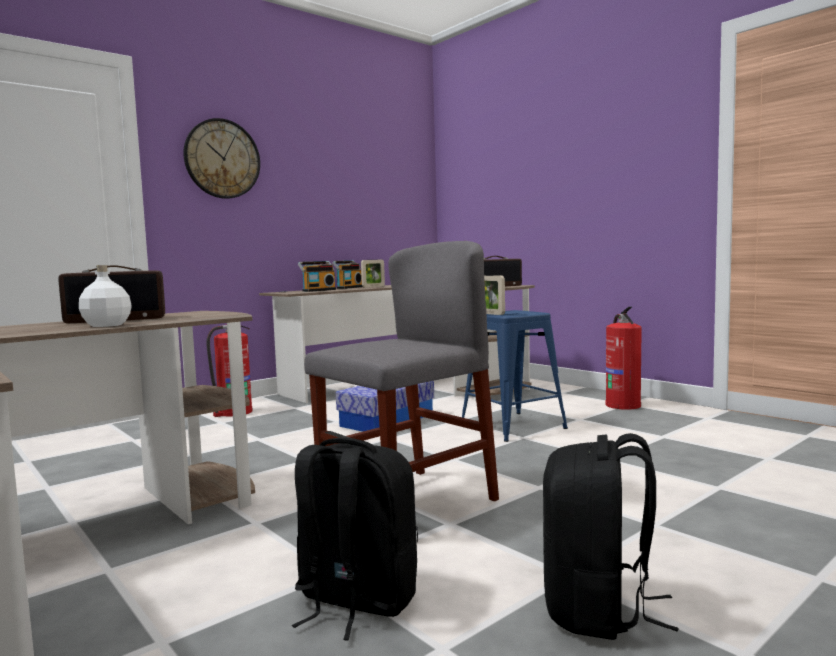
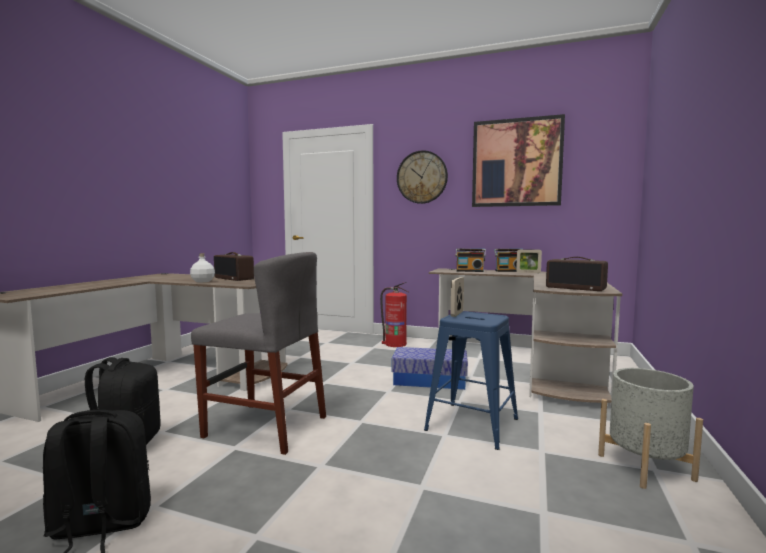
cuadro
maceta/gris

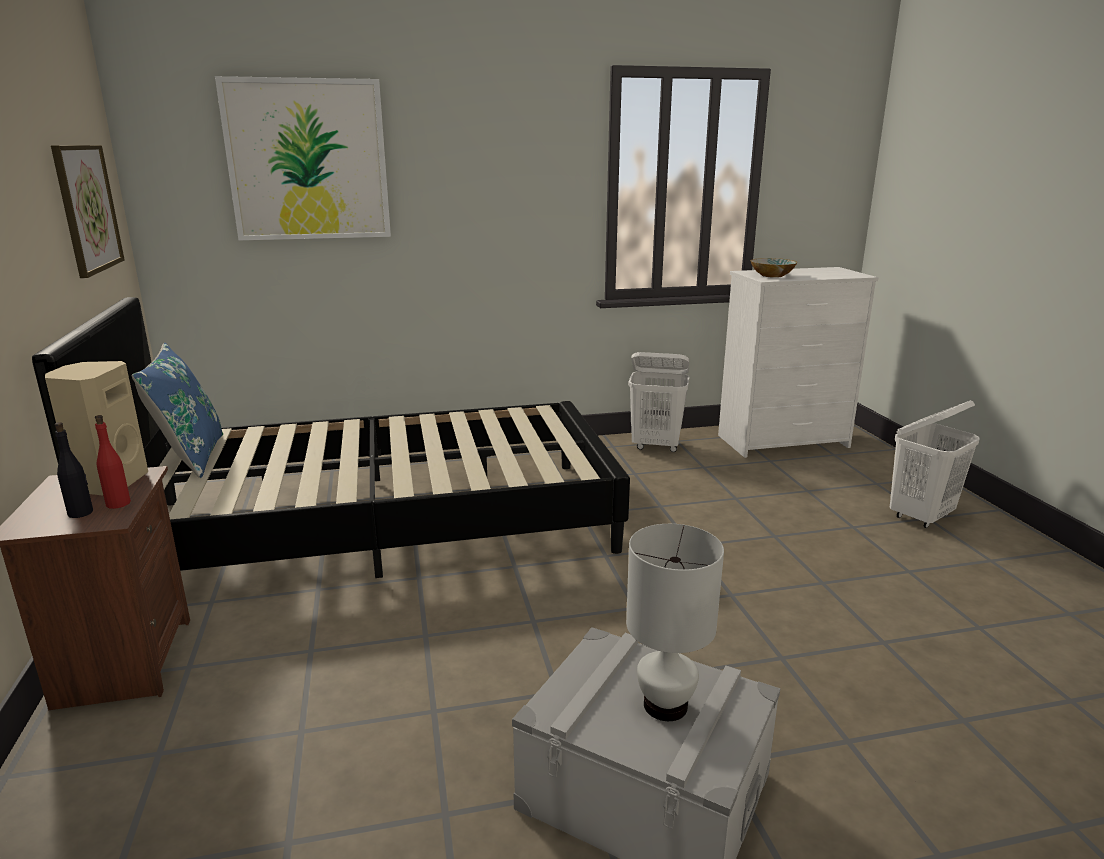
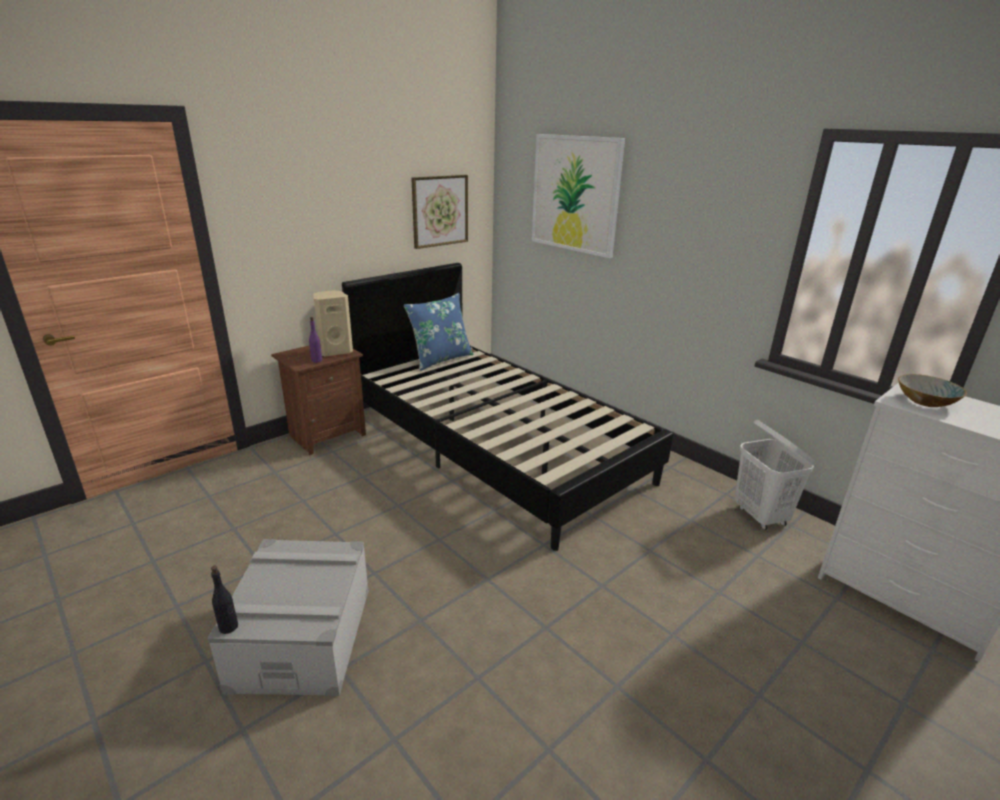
botella/negro
botella/morado
lámpara de mesa/blanco
cesto de la ropa/blanco (no. 2 from left in the first image)

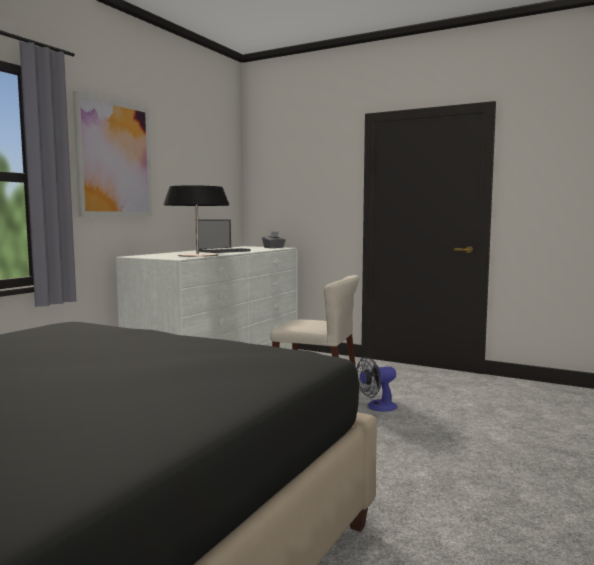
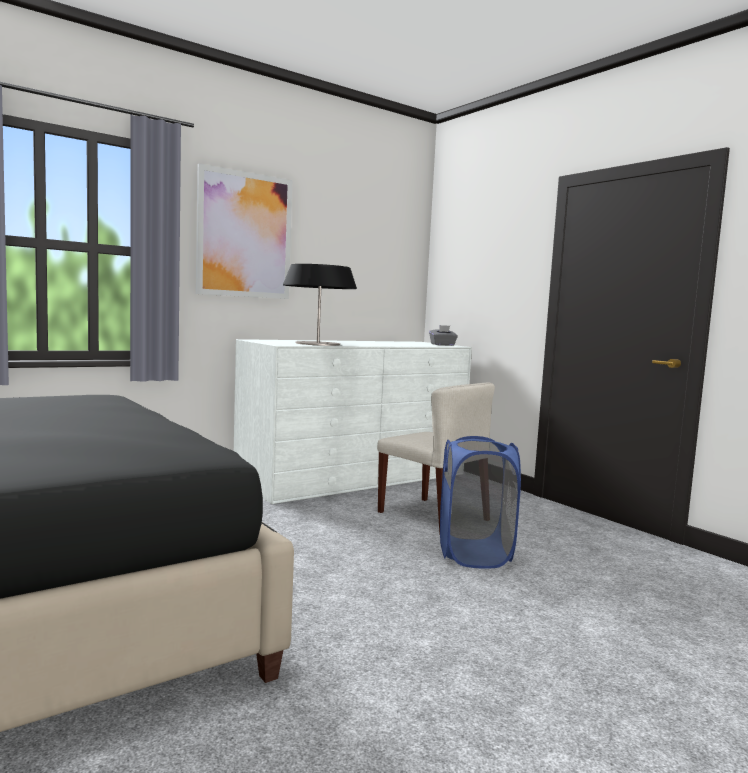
cesto de la ropa/azul
portátil

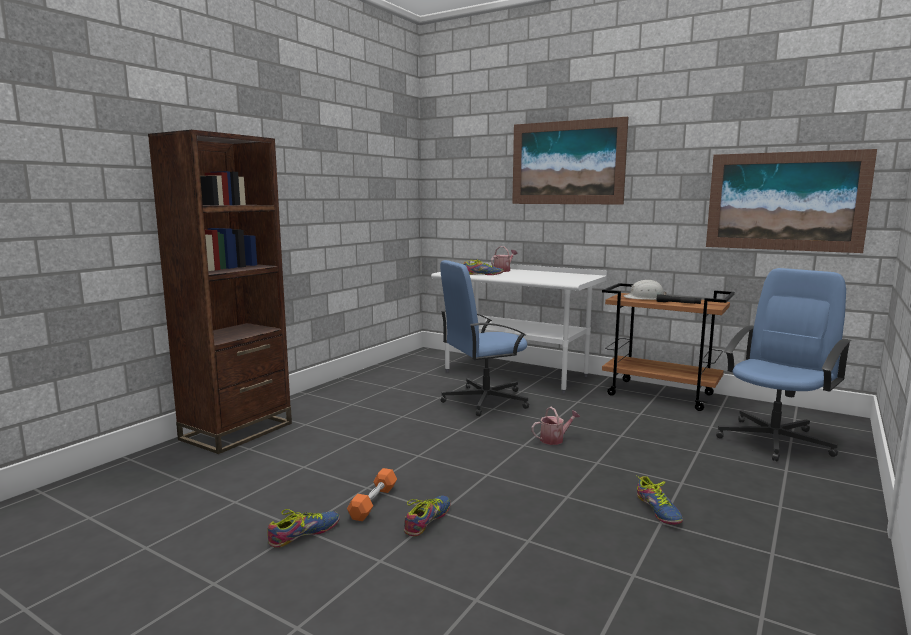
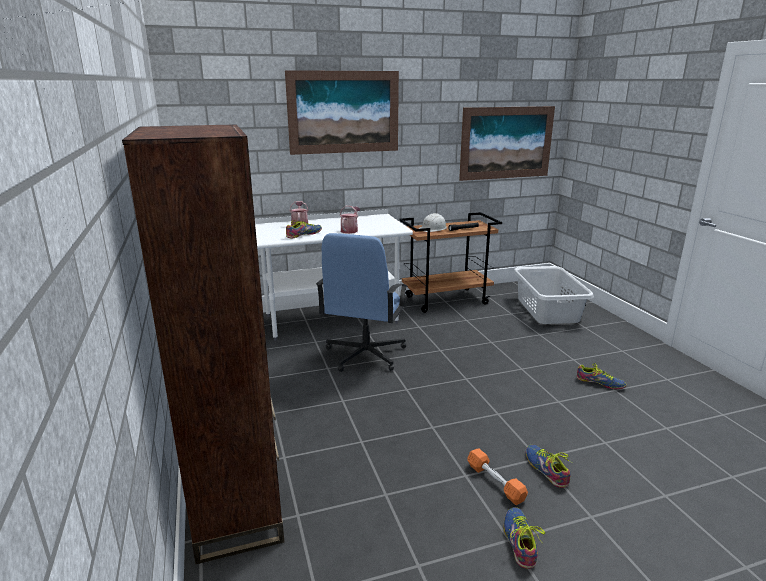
regadera (no. 2 from left)
cesto de la ropa/gris

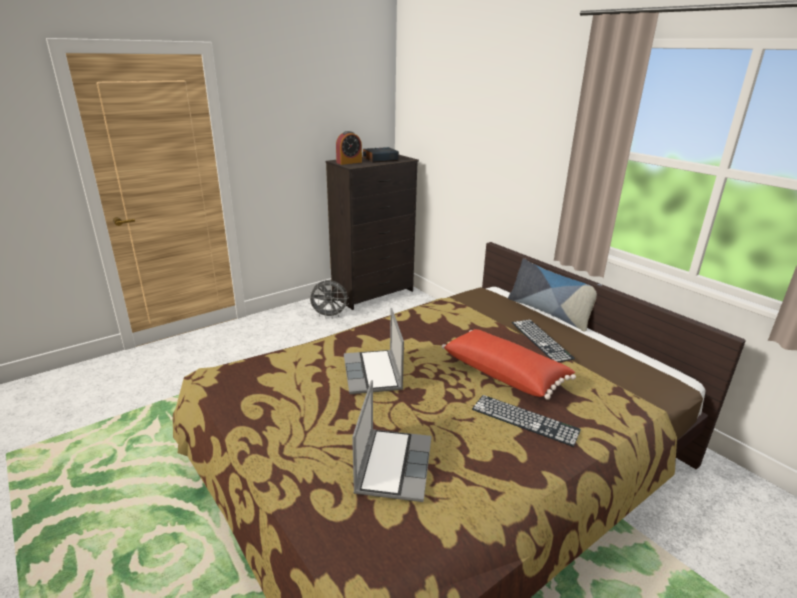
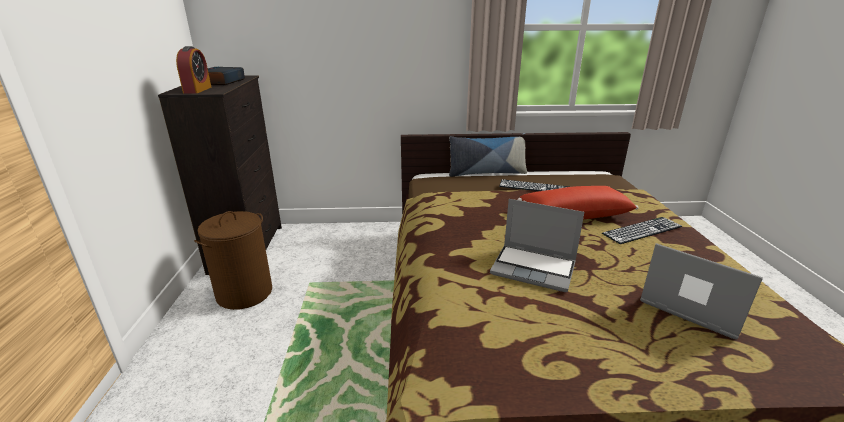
cesto de la ropa/marrón

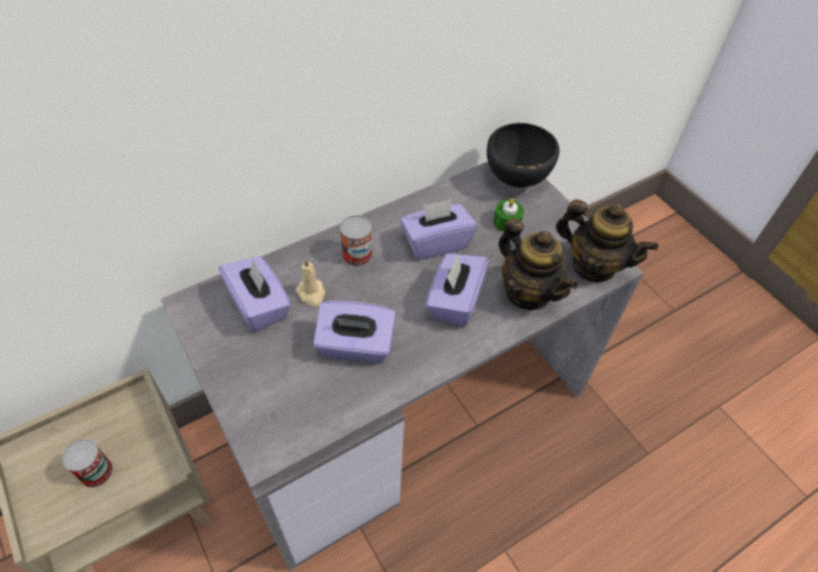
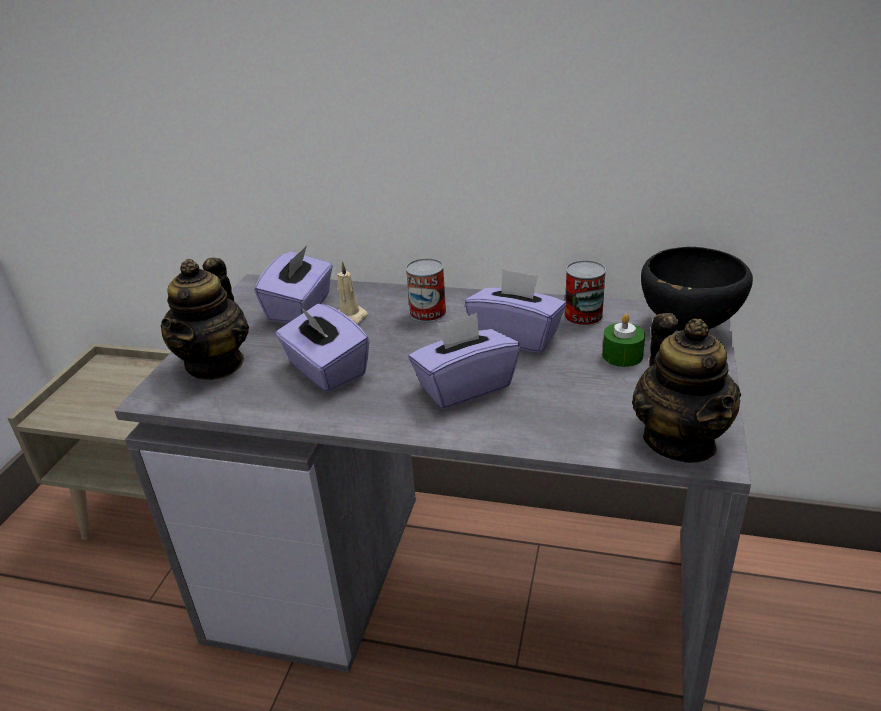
tetera (no. 1 from left)
lata (no. 2 from left)

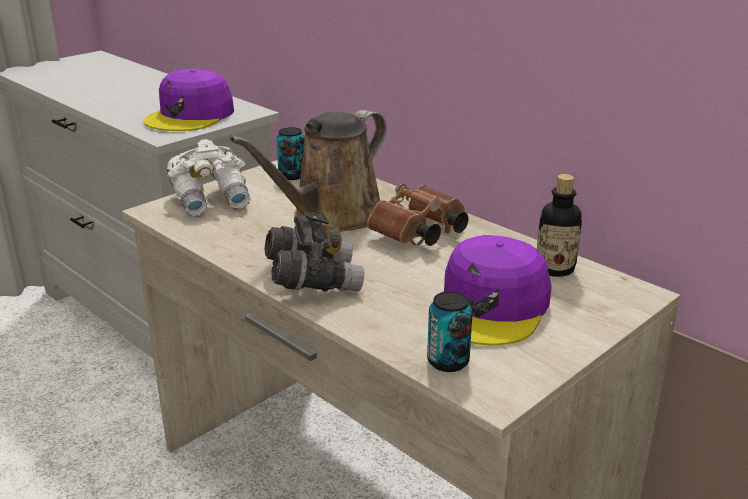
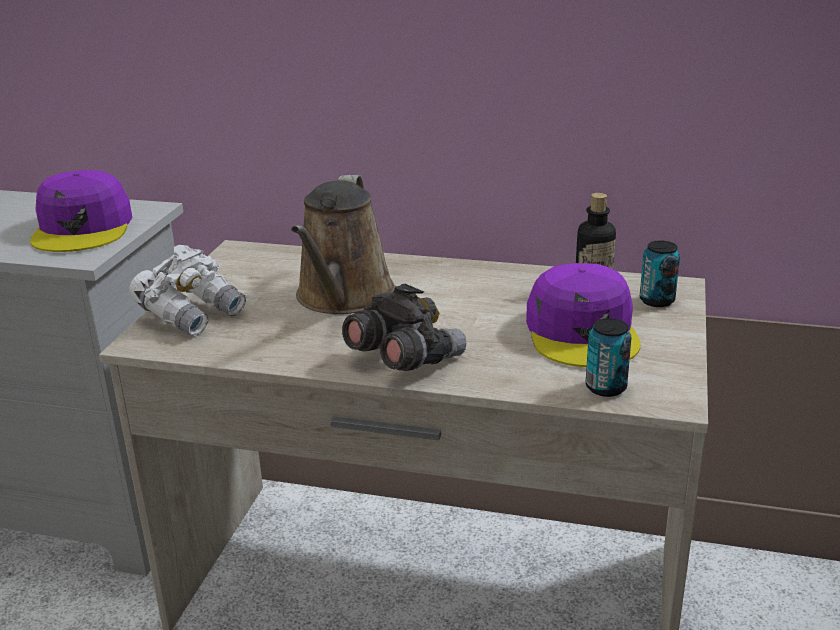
lata (no. 2 from left)
prismáticos/marrón

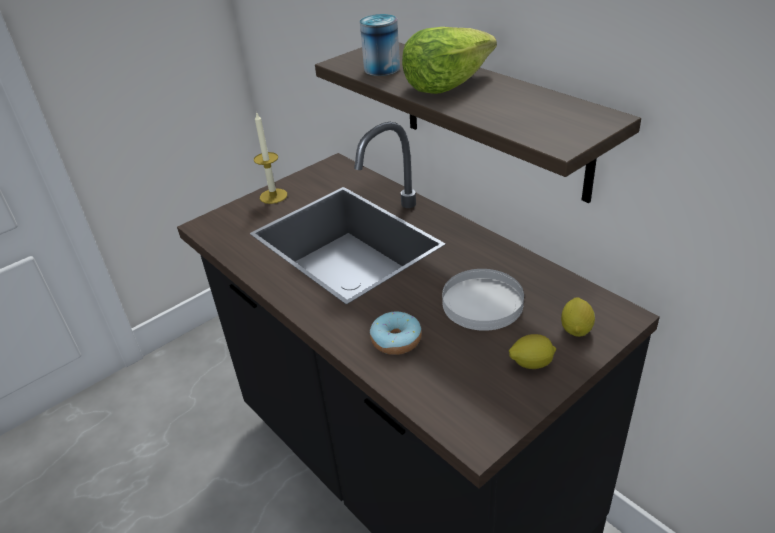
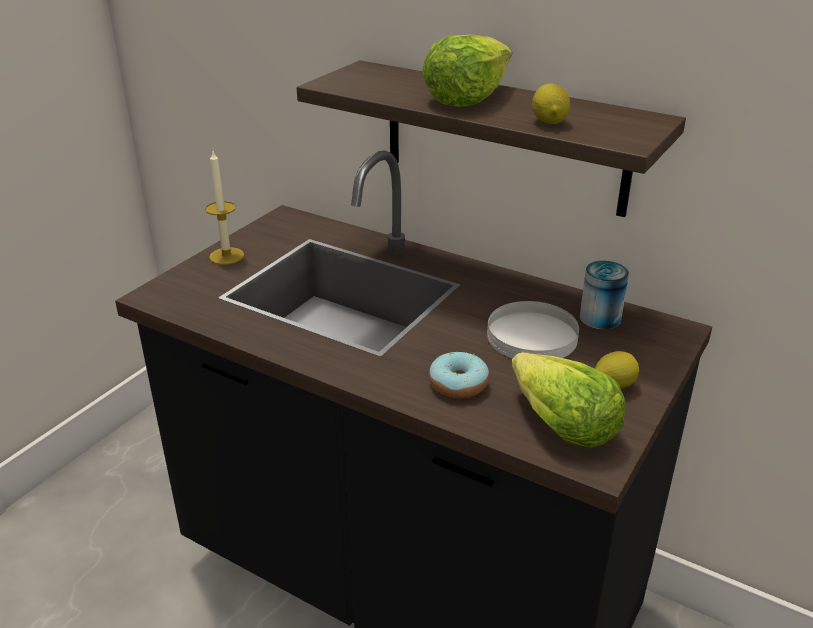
lechuga (no. 2 from left)
limón (no. 1 from left)
lata

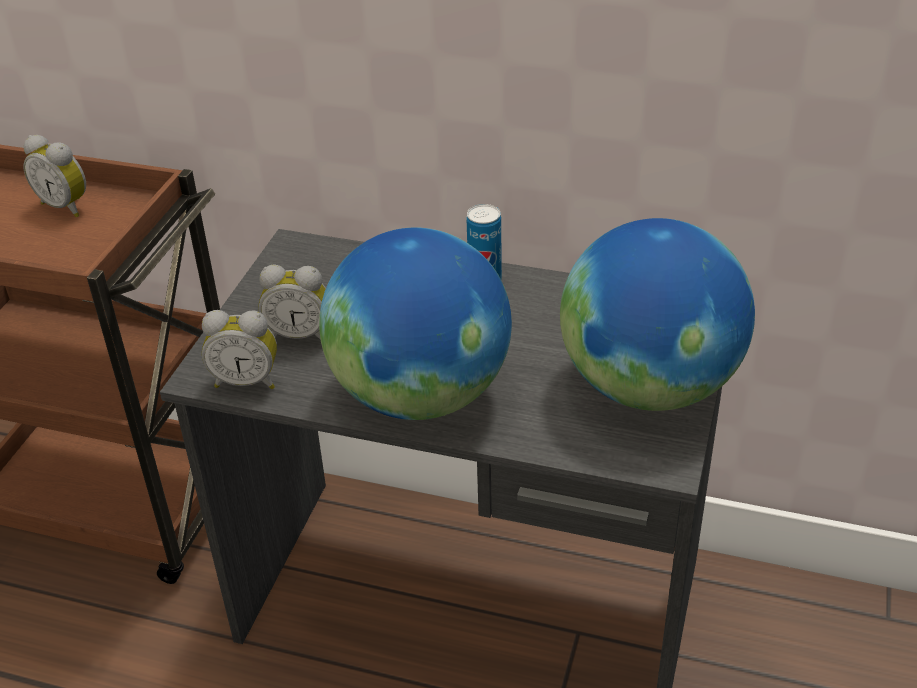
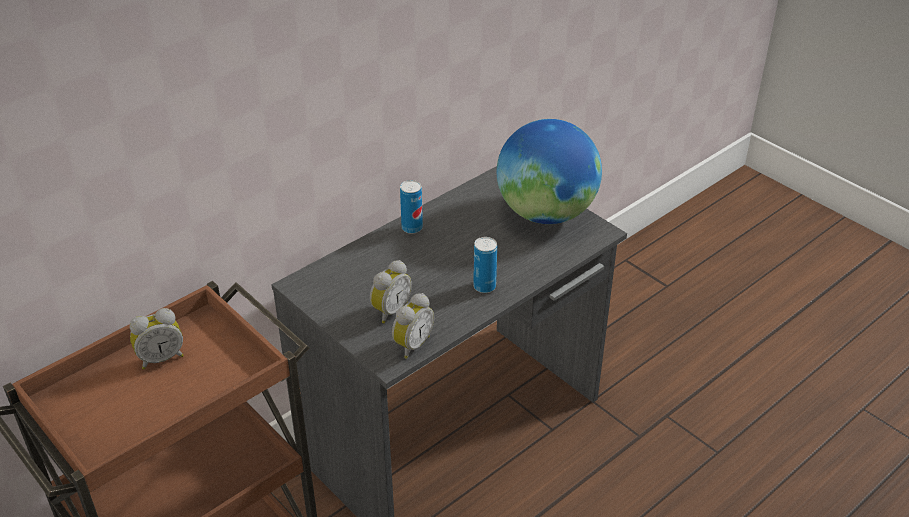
lata (no. 2 from left)

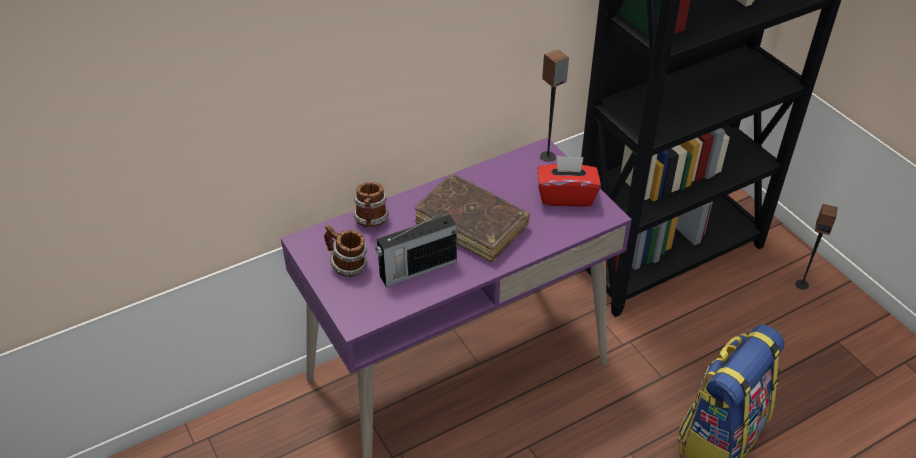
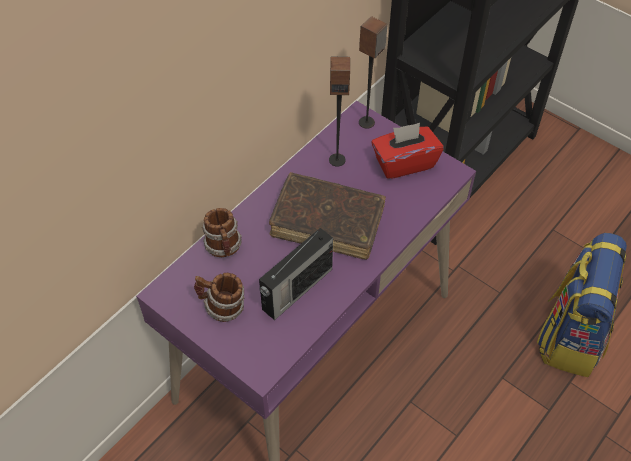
altavoz (no. 1 from left)

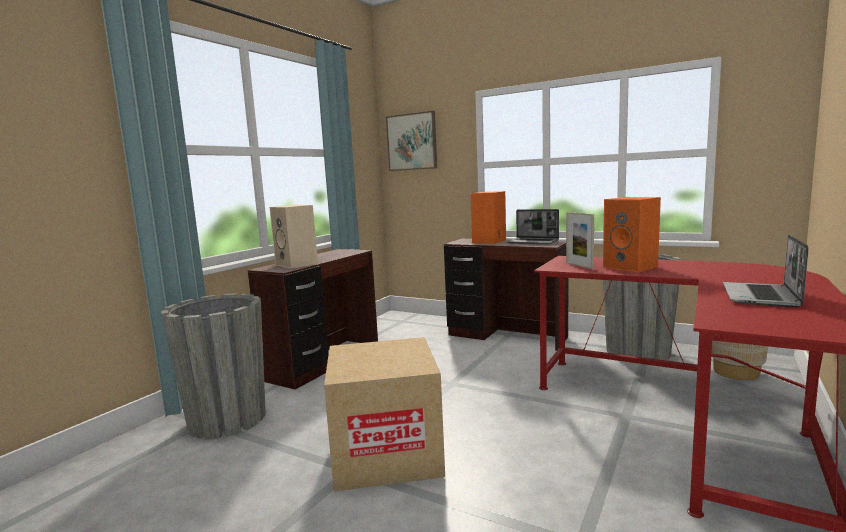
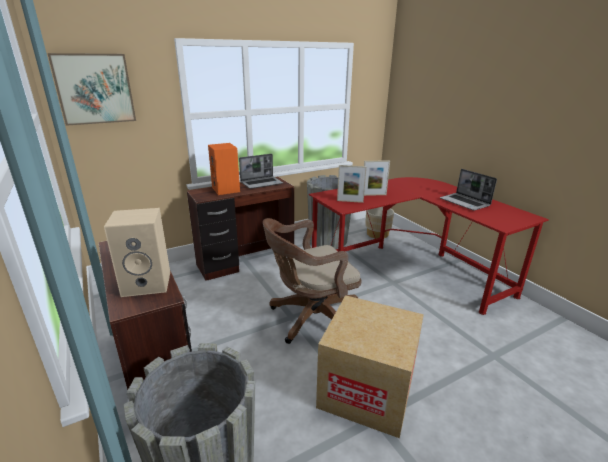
silla de oficina/marrón
portarretratos (no. 2 from left)

